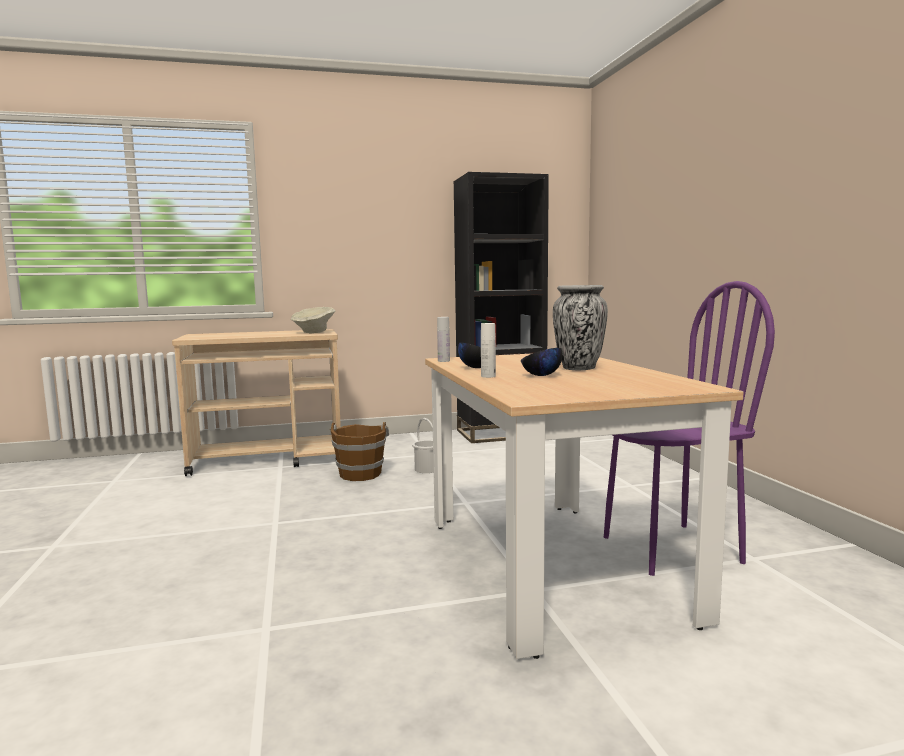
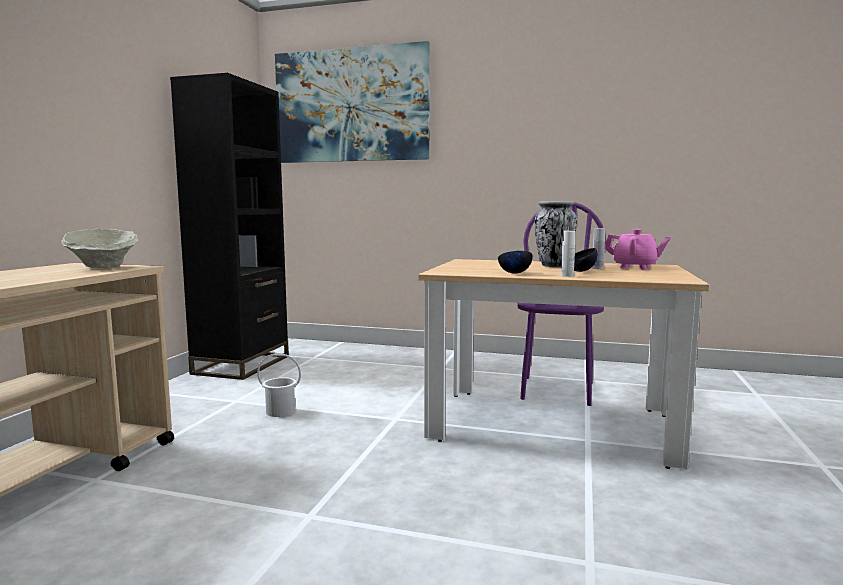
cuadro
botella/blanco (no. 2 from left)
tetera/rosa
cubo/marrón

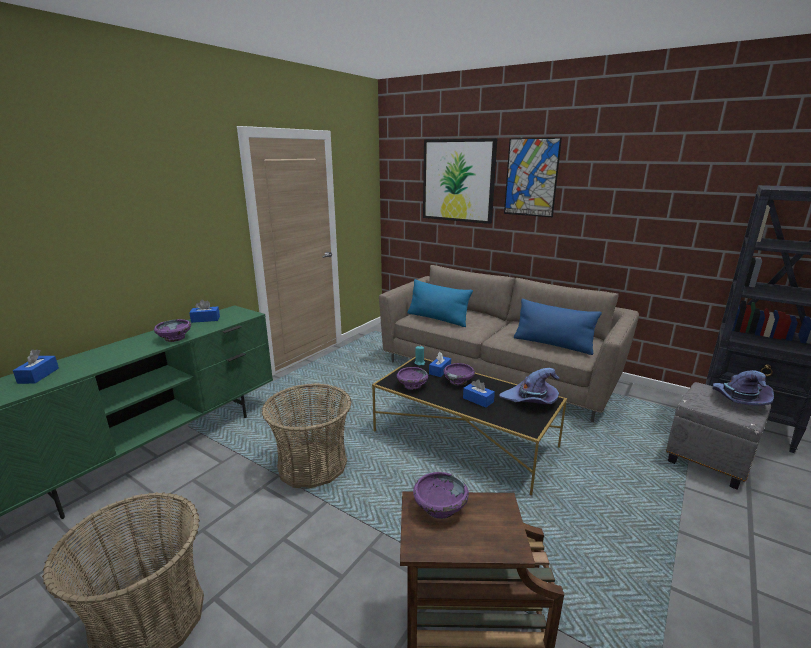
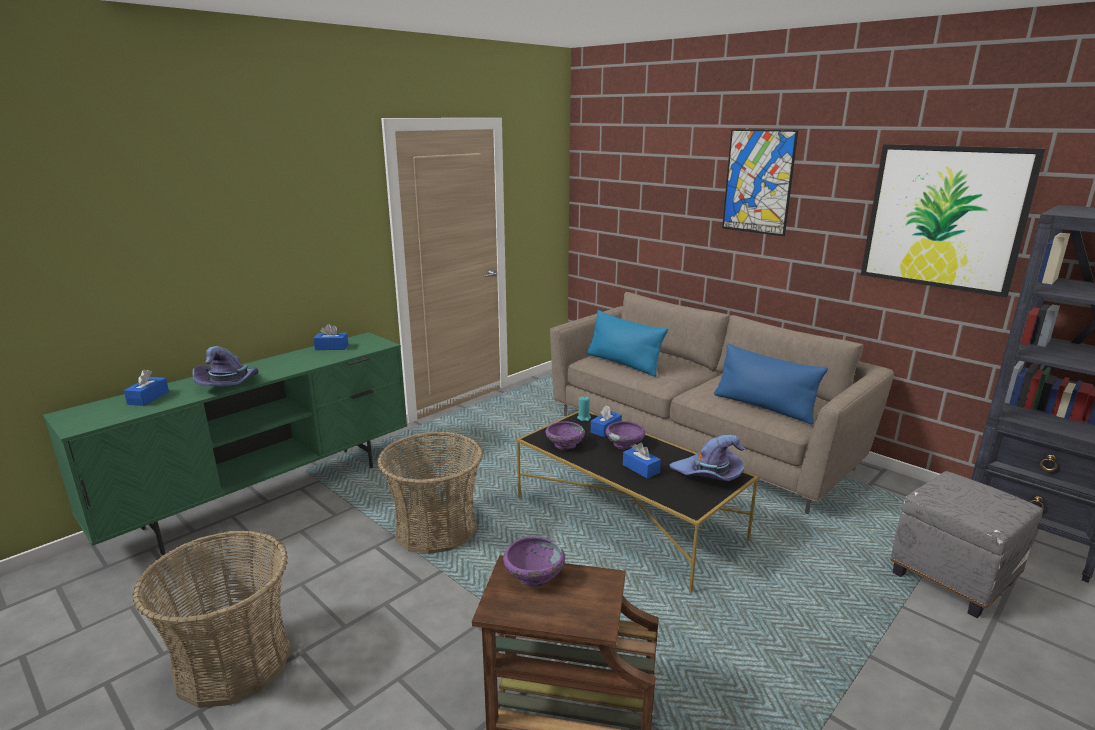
sombrero/morado (no. 1 from left)
cuadro (no. 2 from left)
cuenco/morado (no. 1 from left in the first image)

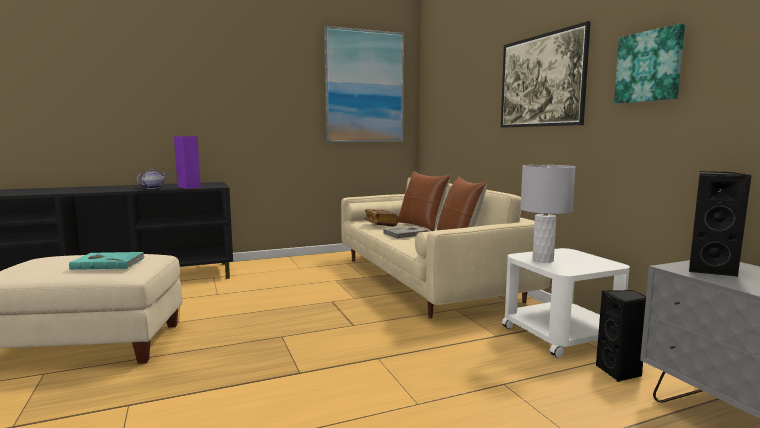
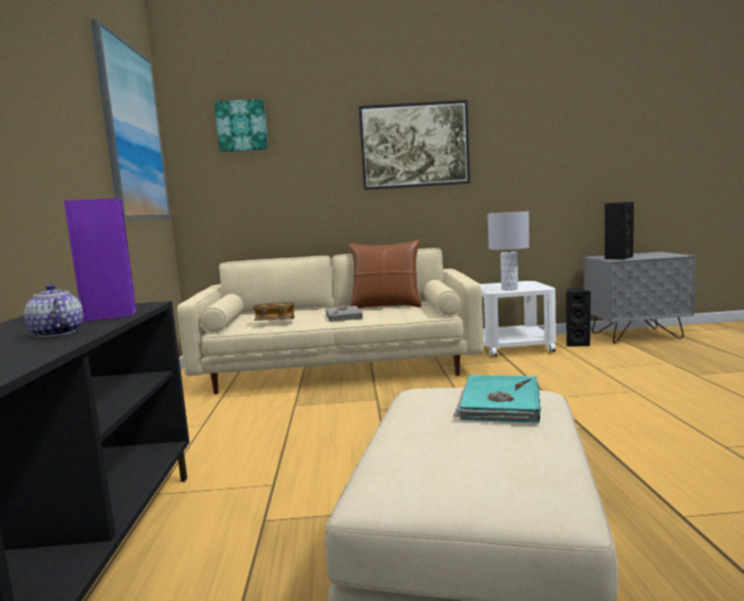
cuadro (no. 2 from left)
cojín/marrón (no. 1 from left in the first image)

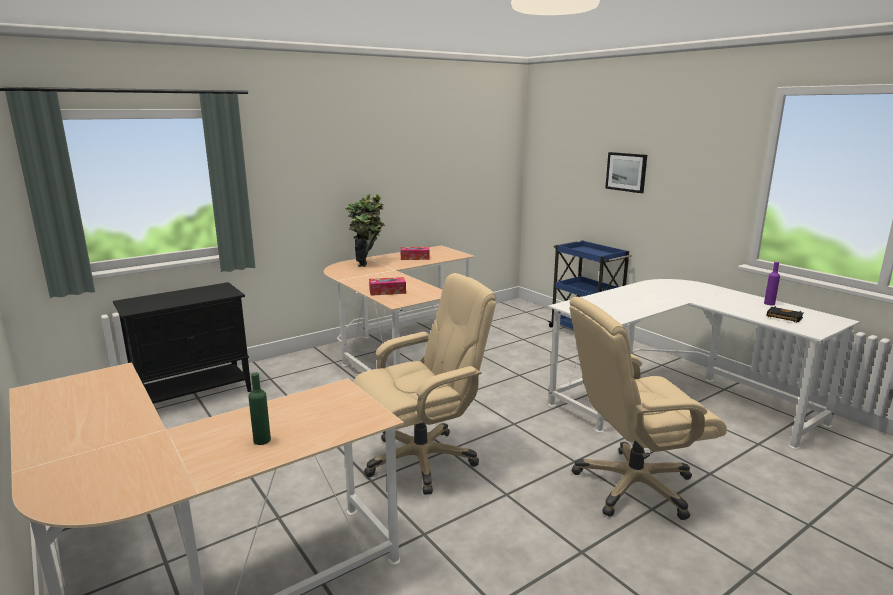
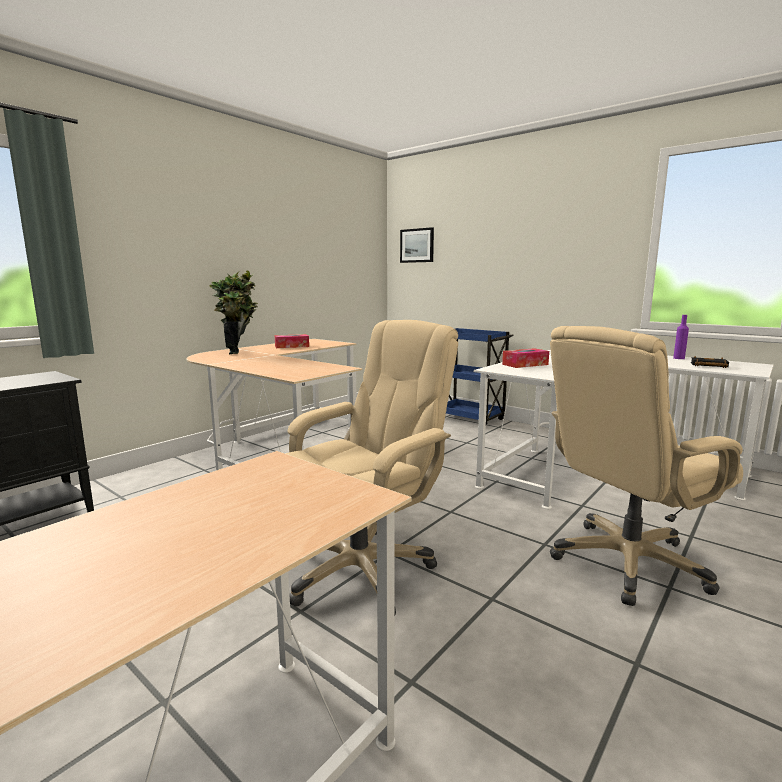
cuadro
caja de pañuelos (no. 2 from left)
botella/verde

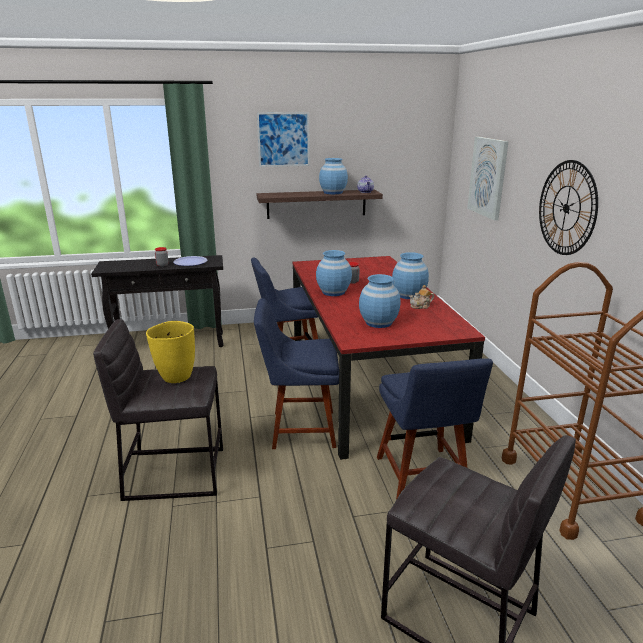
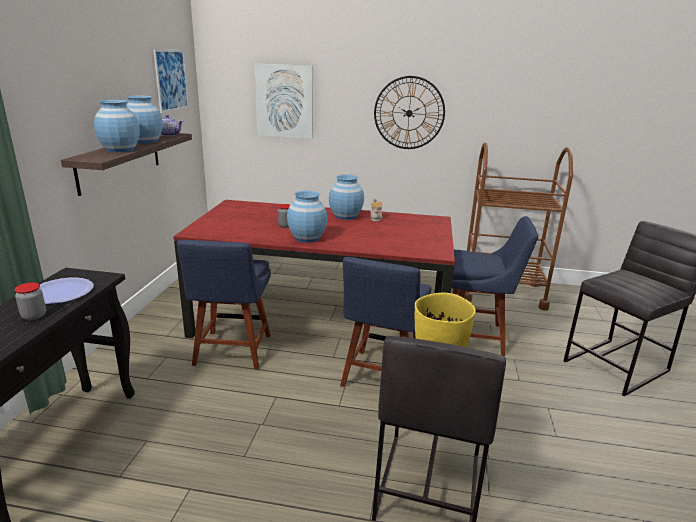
florero/azul (no. 1 from left)
cuadro (no. 1 from left)

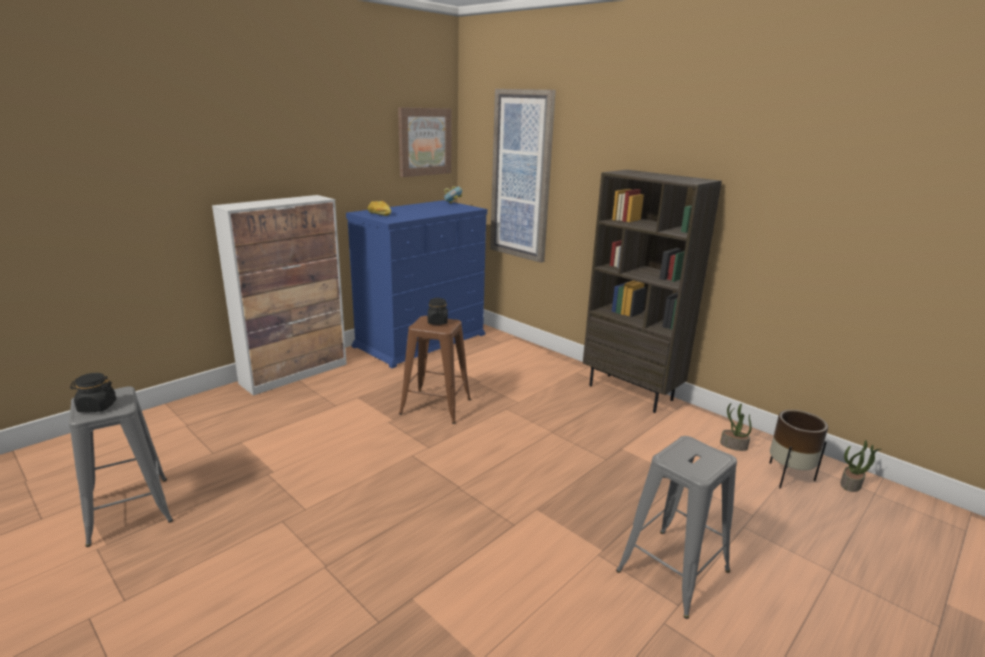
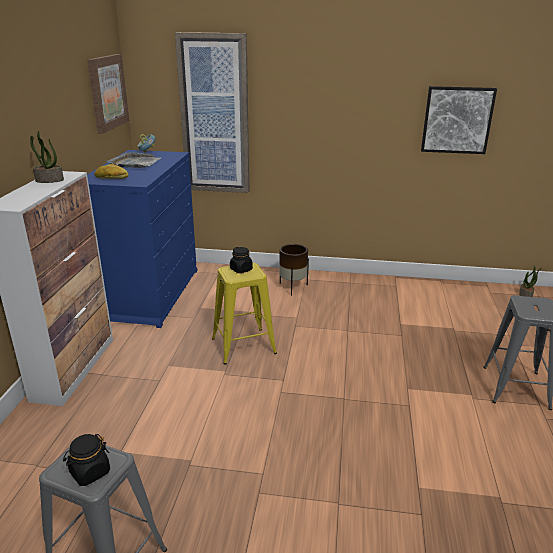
planta en maceta (no. 1 from left)
bandeja/gris
taburete/amarillo
maceta/marrón
cuadro (no. 3 from left)
estantería/marrón

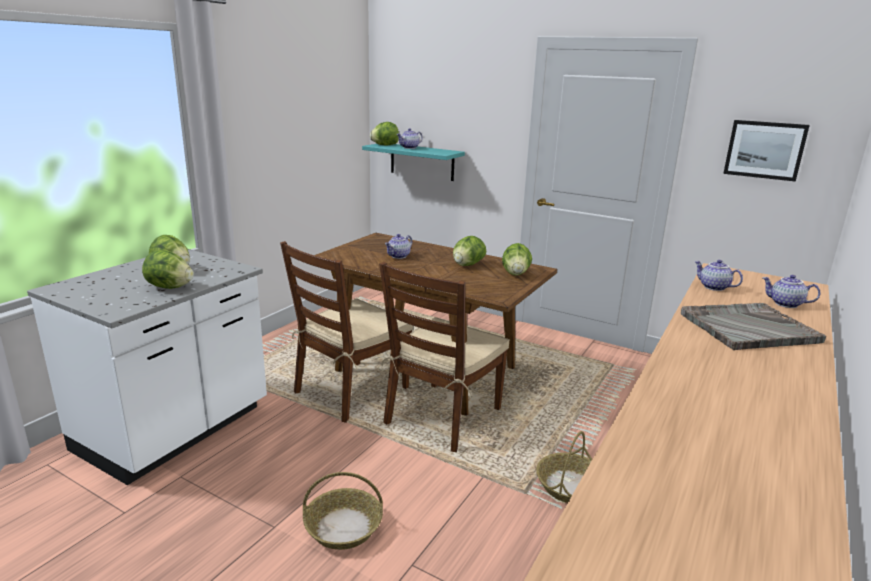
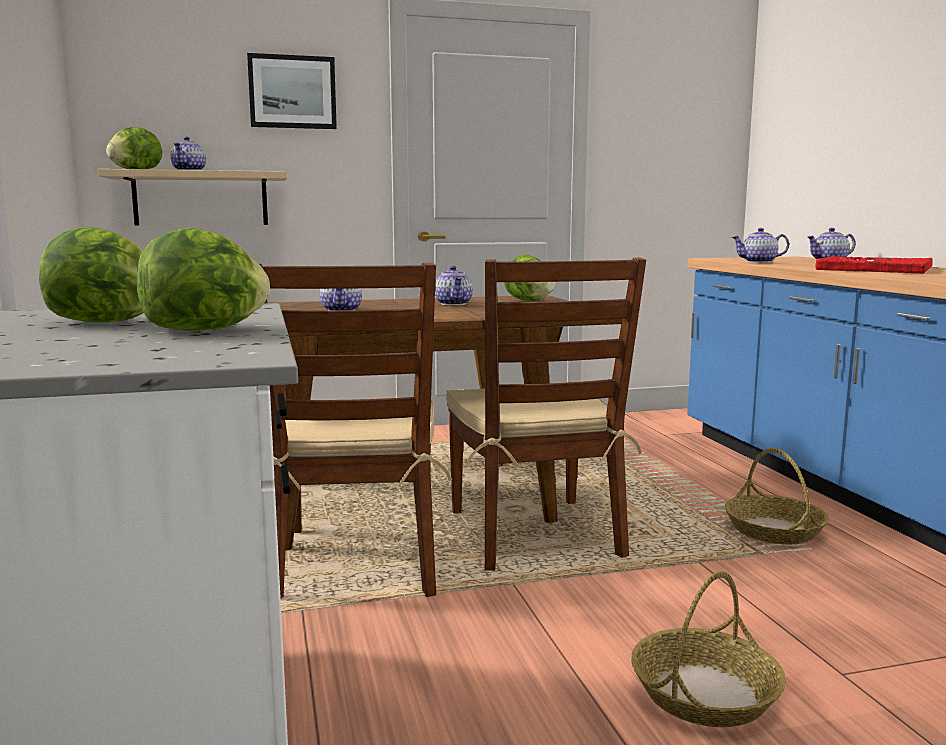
estante/beis
cuadro
tetera (no. 3 from left)
bandeja/rojo

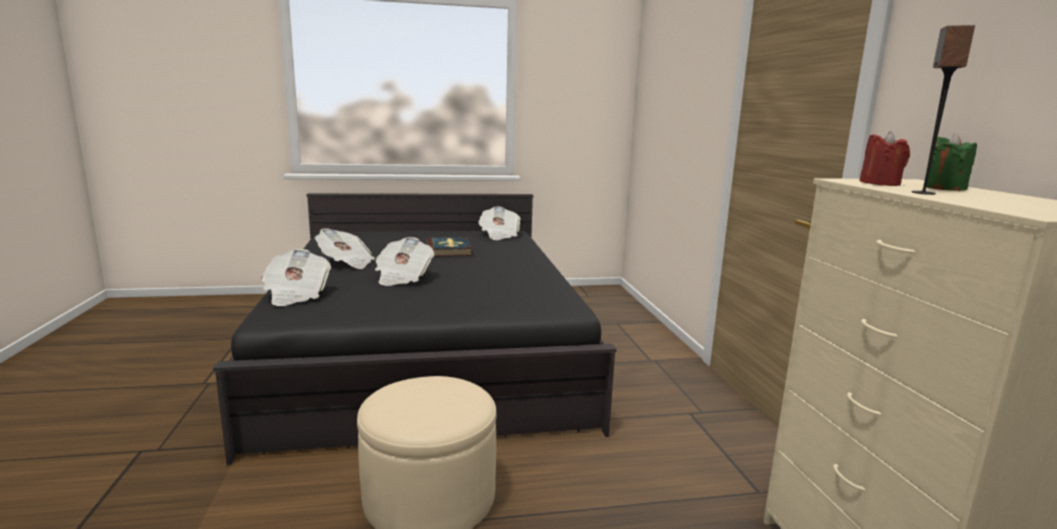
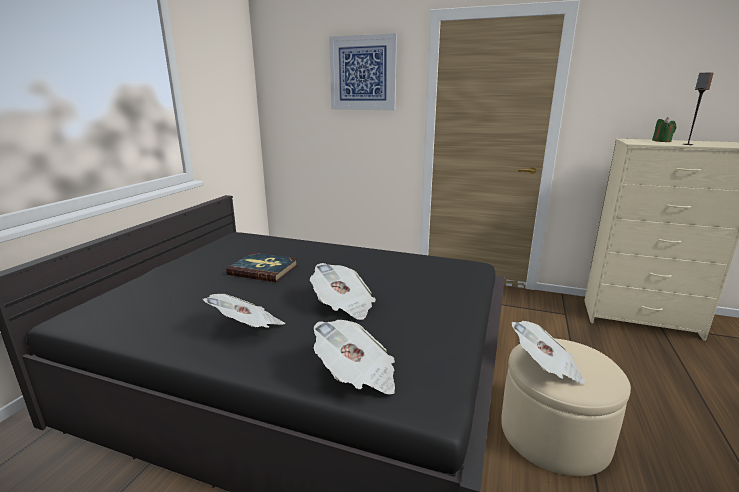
cuadro
periódico (no. 4 from left)
vela/rojo

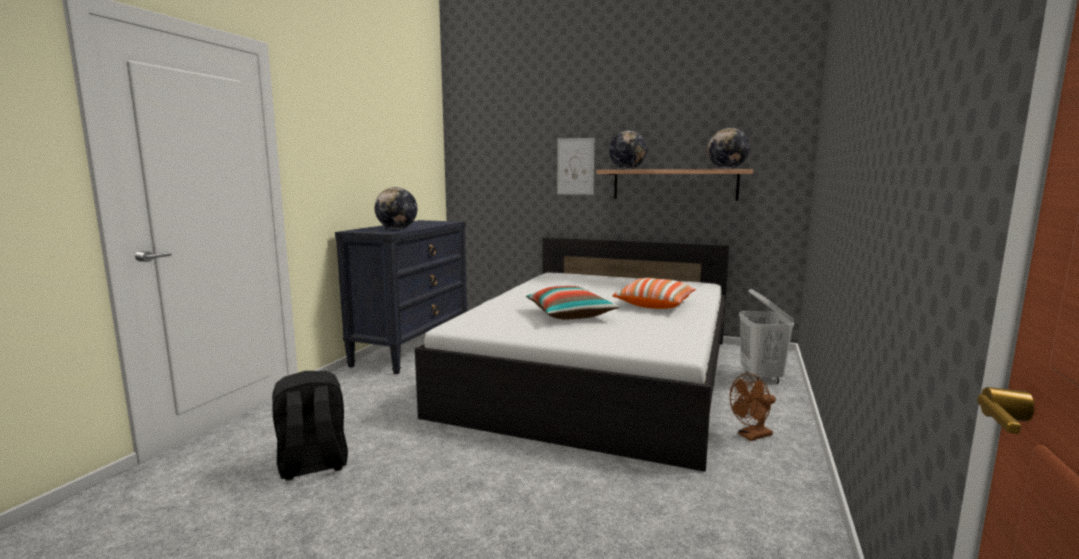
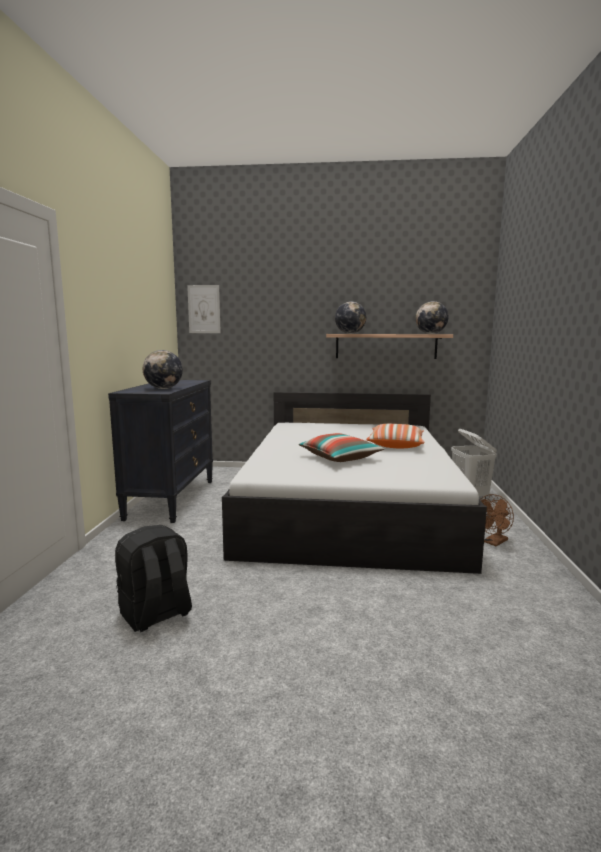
cuadro

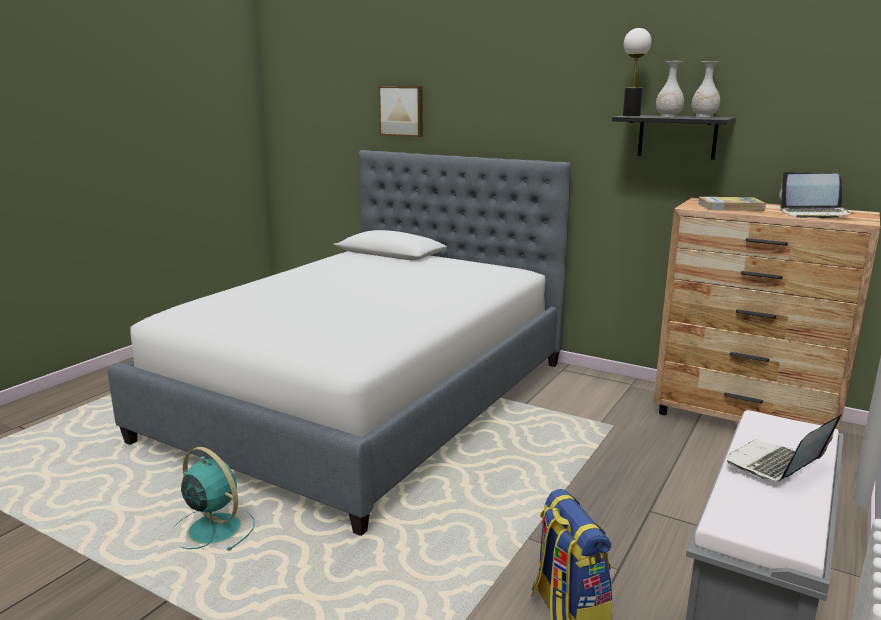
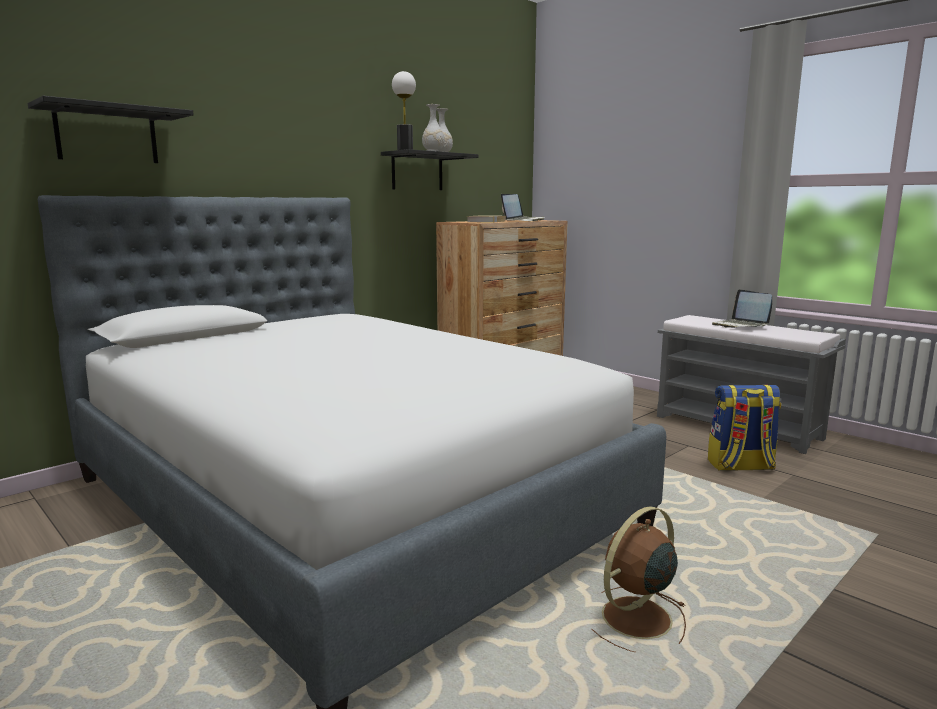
estante/negro (no. 1 from left)
ventilador/marrón

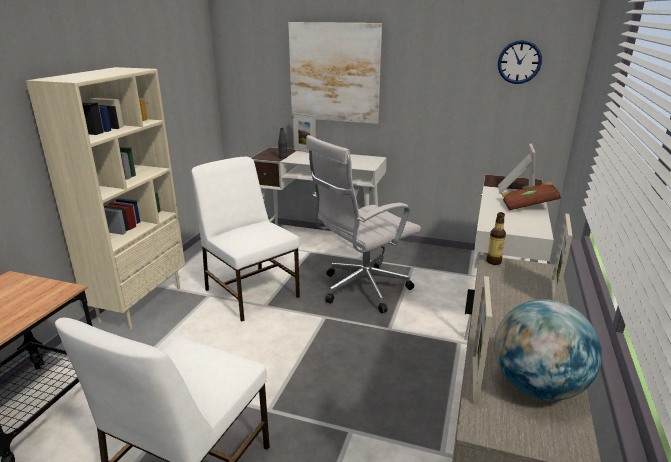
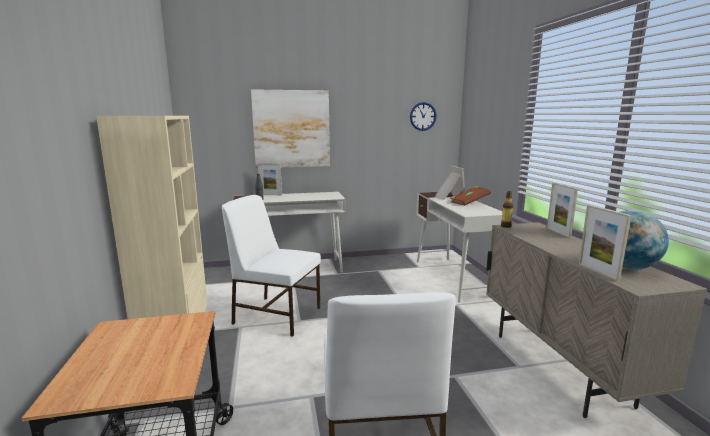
silla de oficina/blanco

